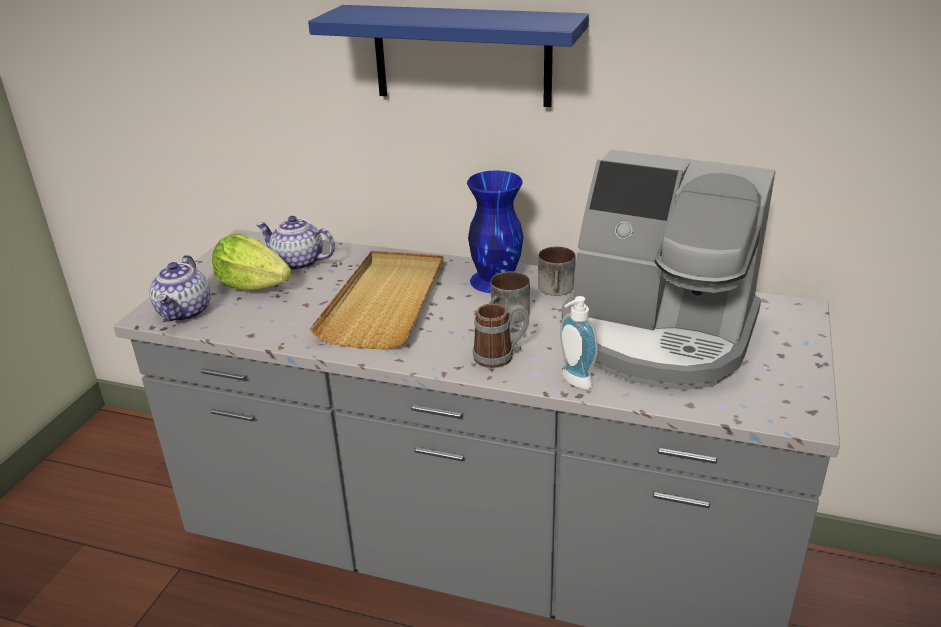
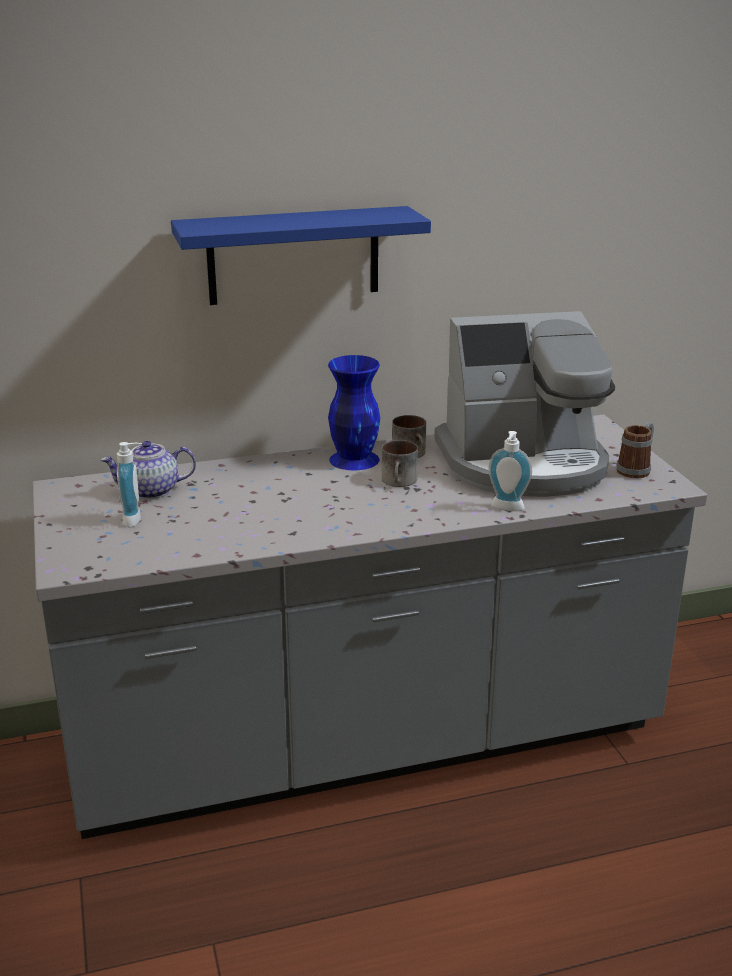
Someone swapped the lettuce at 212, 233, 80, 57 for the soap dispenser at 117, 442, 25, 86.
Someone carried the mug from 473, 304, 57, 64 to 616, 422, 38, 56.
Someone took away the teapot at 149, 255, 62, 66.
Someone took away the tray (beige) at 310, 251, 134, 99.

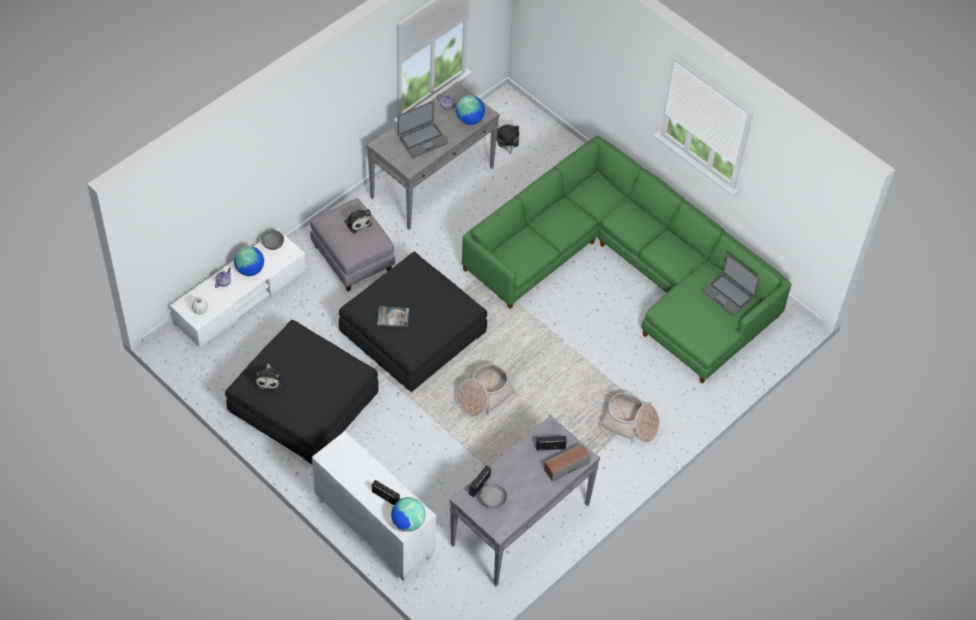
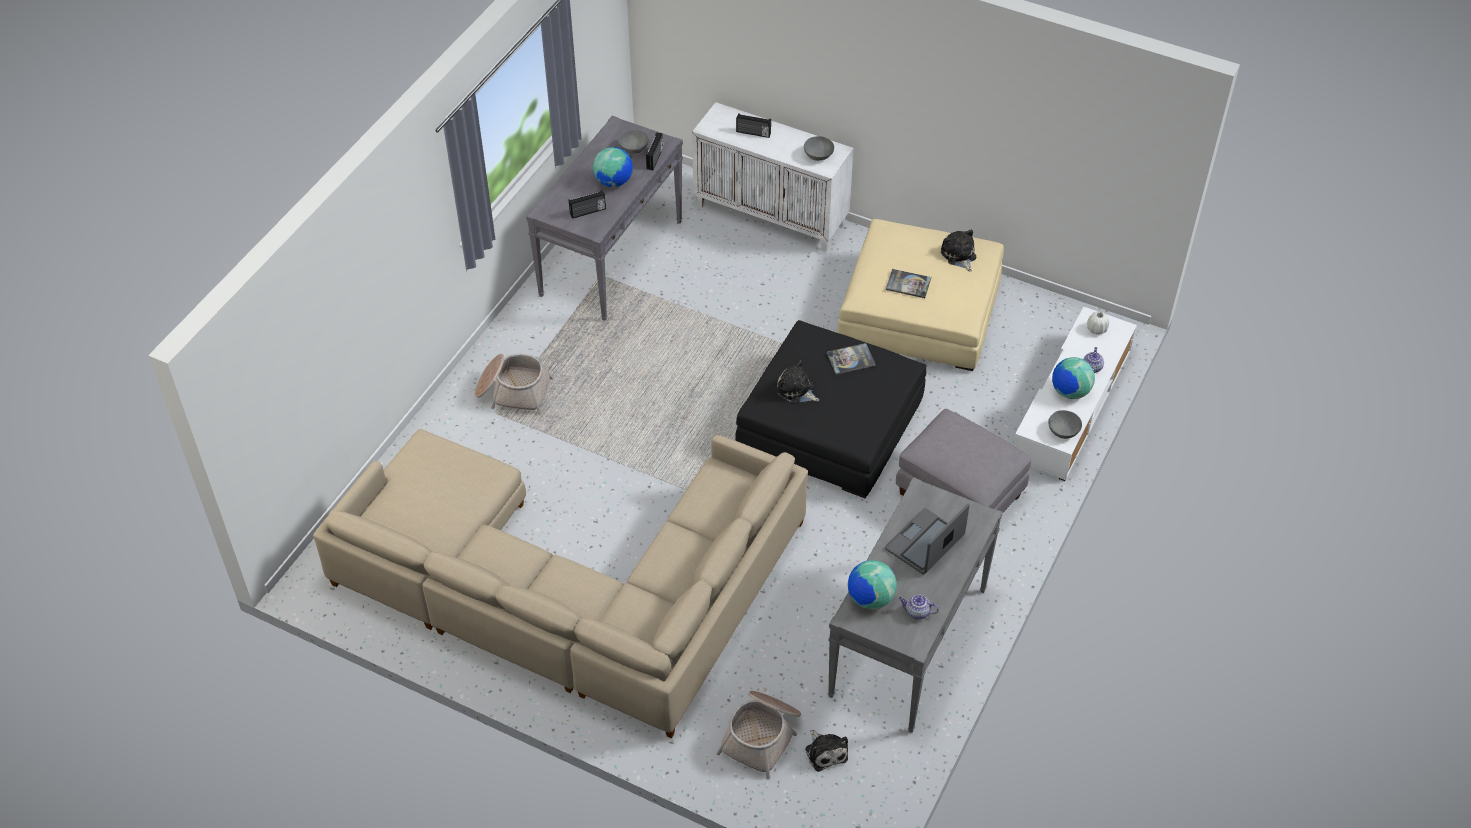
Someone repainted the sofa (green) at 462, 136, 330, 248, which became the sofa (beige) at 313, 429, 495, 310.
Someone carried the globe from 391, 497, 35, 35 to 593, 147, 40, 40.
Someone carried the basket from 456, 364, 61, 53 to 716, 691, 85, 88.
Someone carried the plush toy from 345, 209, 27, 25 to 775, 360, 44, 43.
Someone put down the bowl (grey) at 804, 136, 30, 25.
Someone repainted the ottoman (black) at 225, 320, 154, 144, which became the ottoman (beige) at 837, 219, 167, 152.
Someone put down the book at 886, 269, 45, 29.
Someone took away the speaker at 544, 444, 47, 38.
Someone took away the laptop at 702, 254, 58, 62.

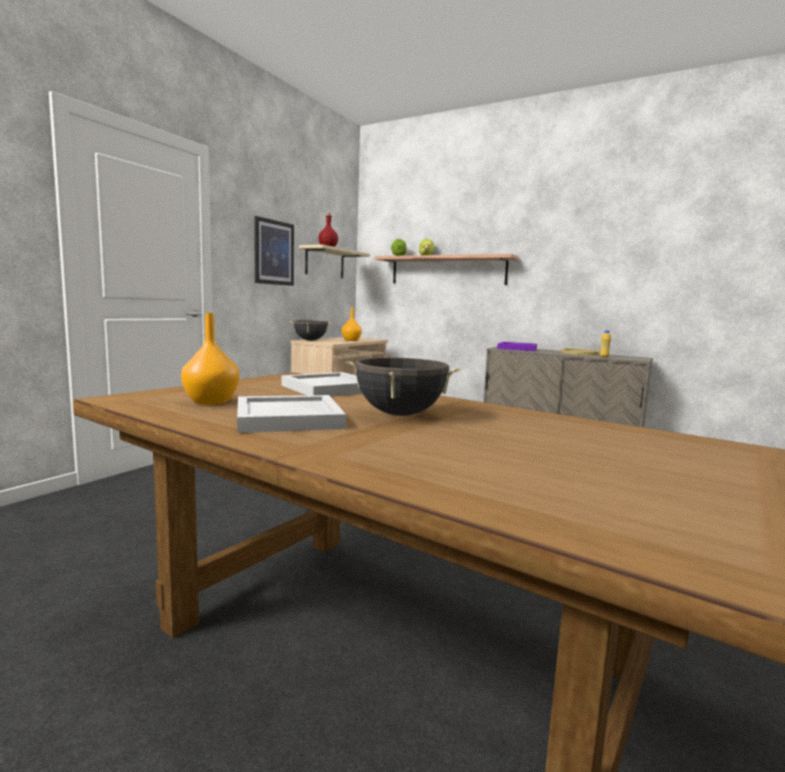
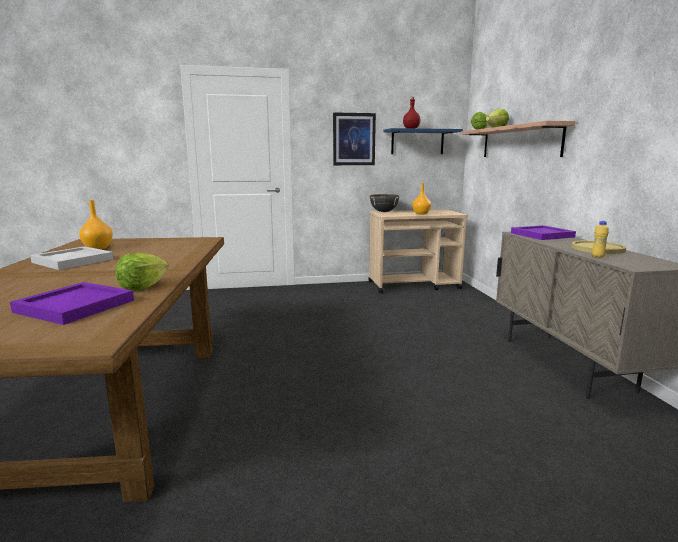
Someone put down the tray (purple) at 10, 282, 124, 43.
Someone put down the lettuce at 115, 253, 53, 38.
Someone repainted the shelf (beige) at 299, 244, 71, 34, which became the shelf (blue) at 383, 128, 80, 26.
Someone took away the tray (white) at 282, 372, 81, 24.
Someone took away the cooking pot (black) at 346, 357, 115, 59.

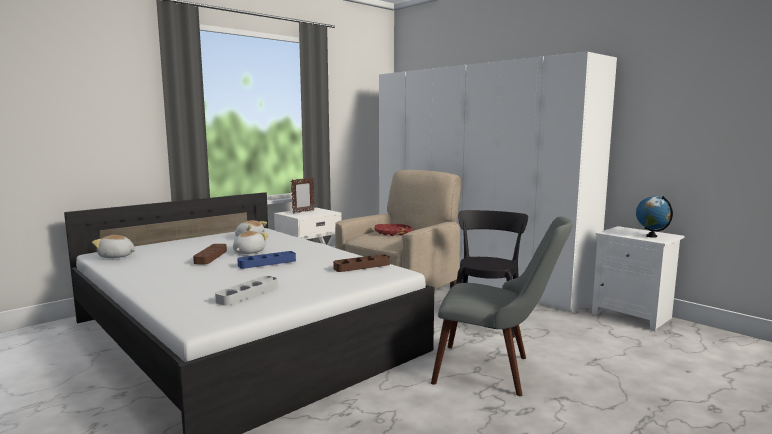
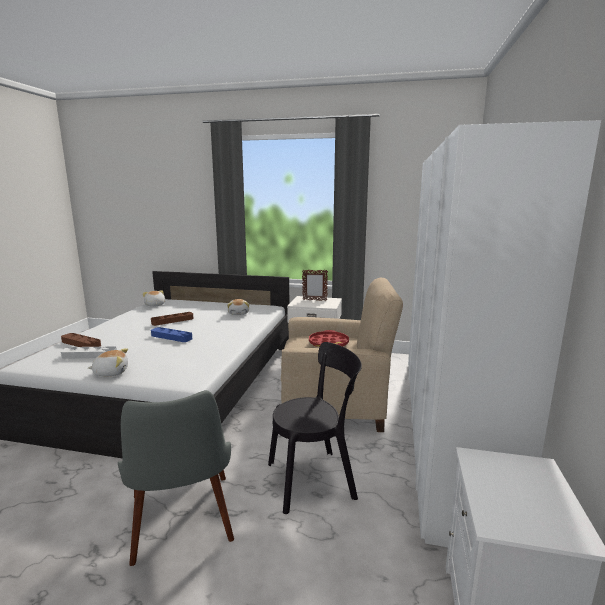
Someone carried the tray (brown) from 333, 254, 57, 18 to 61, 333, 40, 14.
Someone carried the plush toy from 233, 231, 36, 23 to 88, 348, 40, 28.
Someone took away the globe at 636, 196, 37, 42.

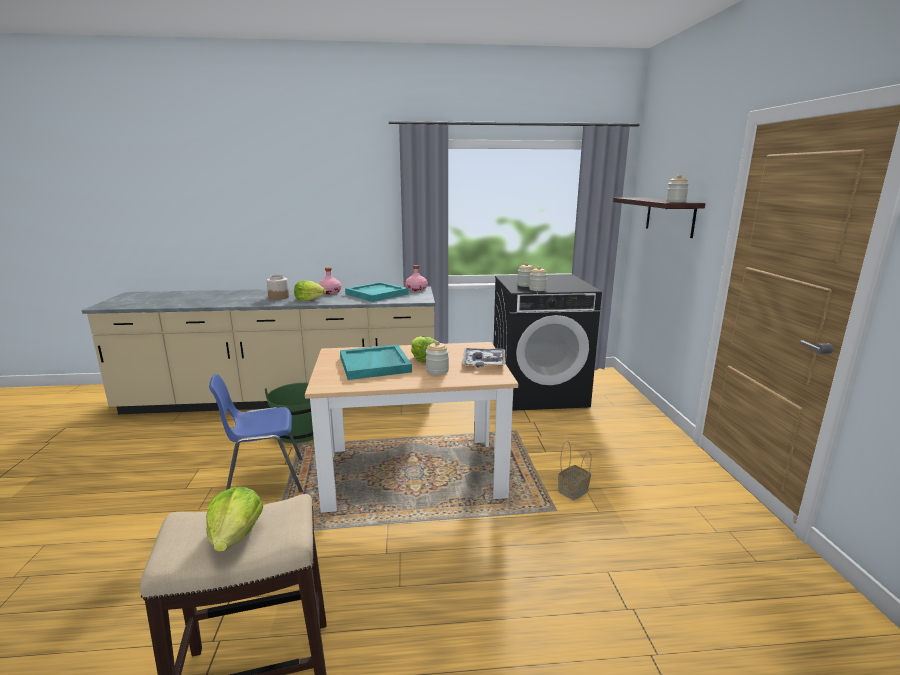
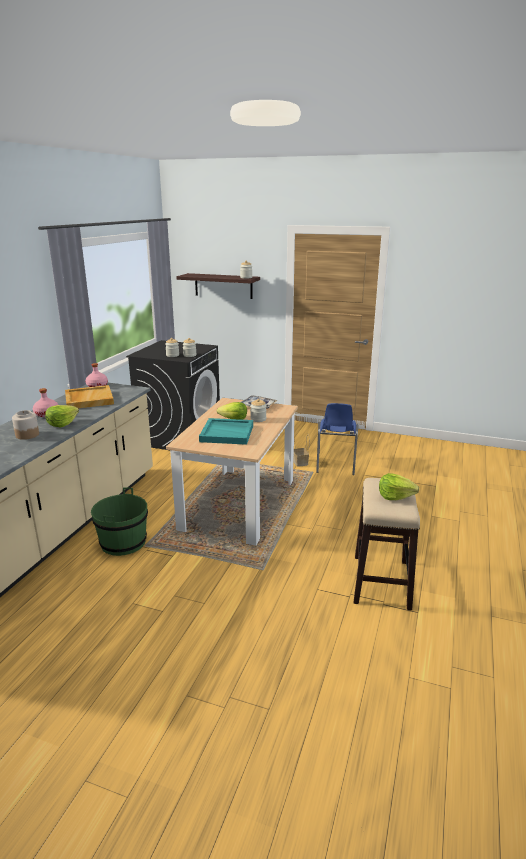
Someone repainted the tray (turquoise) at 345, 282, 63, 20, which became the tray (beige) at 65, 385, 49, 23.
Someone carried the chair (blue) from 209, 373, 94, 119 to 316, 403, 43, 72.

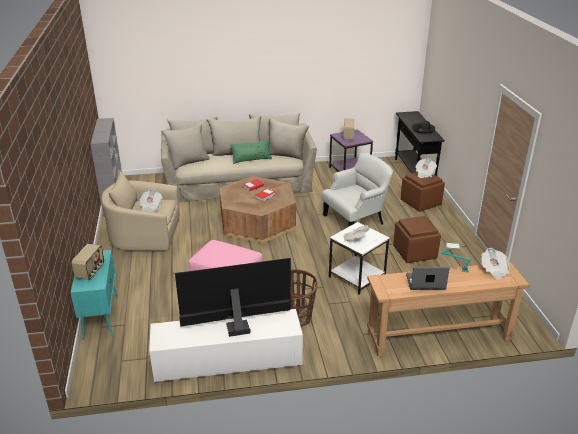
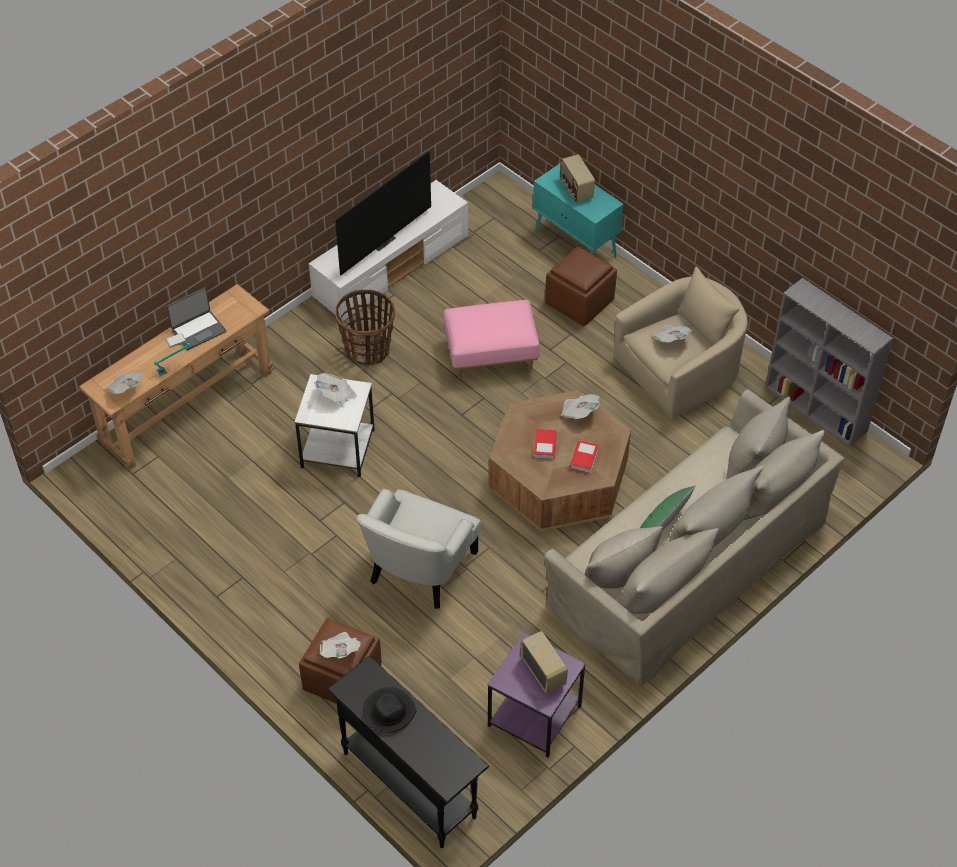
Someone carried the ottoman (brown) from 393, 216, 48, 47 to 545, 246, 72, 80.
Someone put down the newspaper at 561, 394, 38, 25.

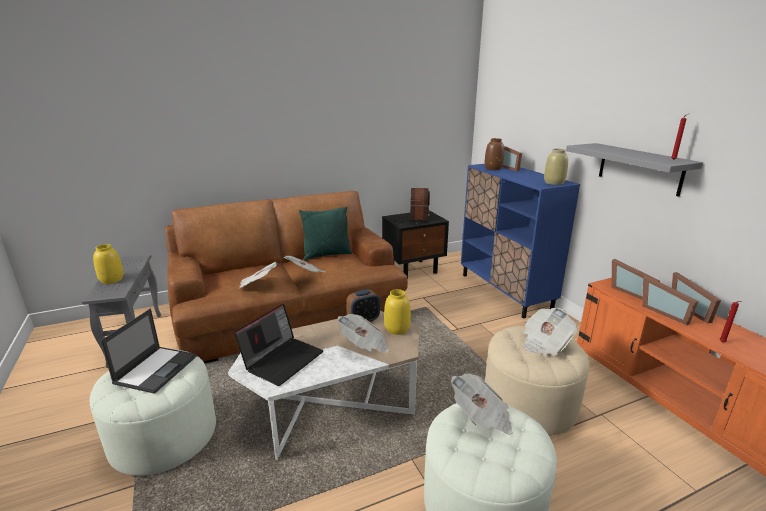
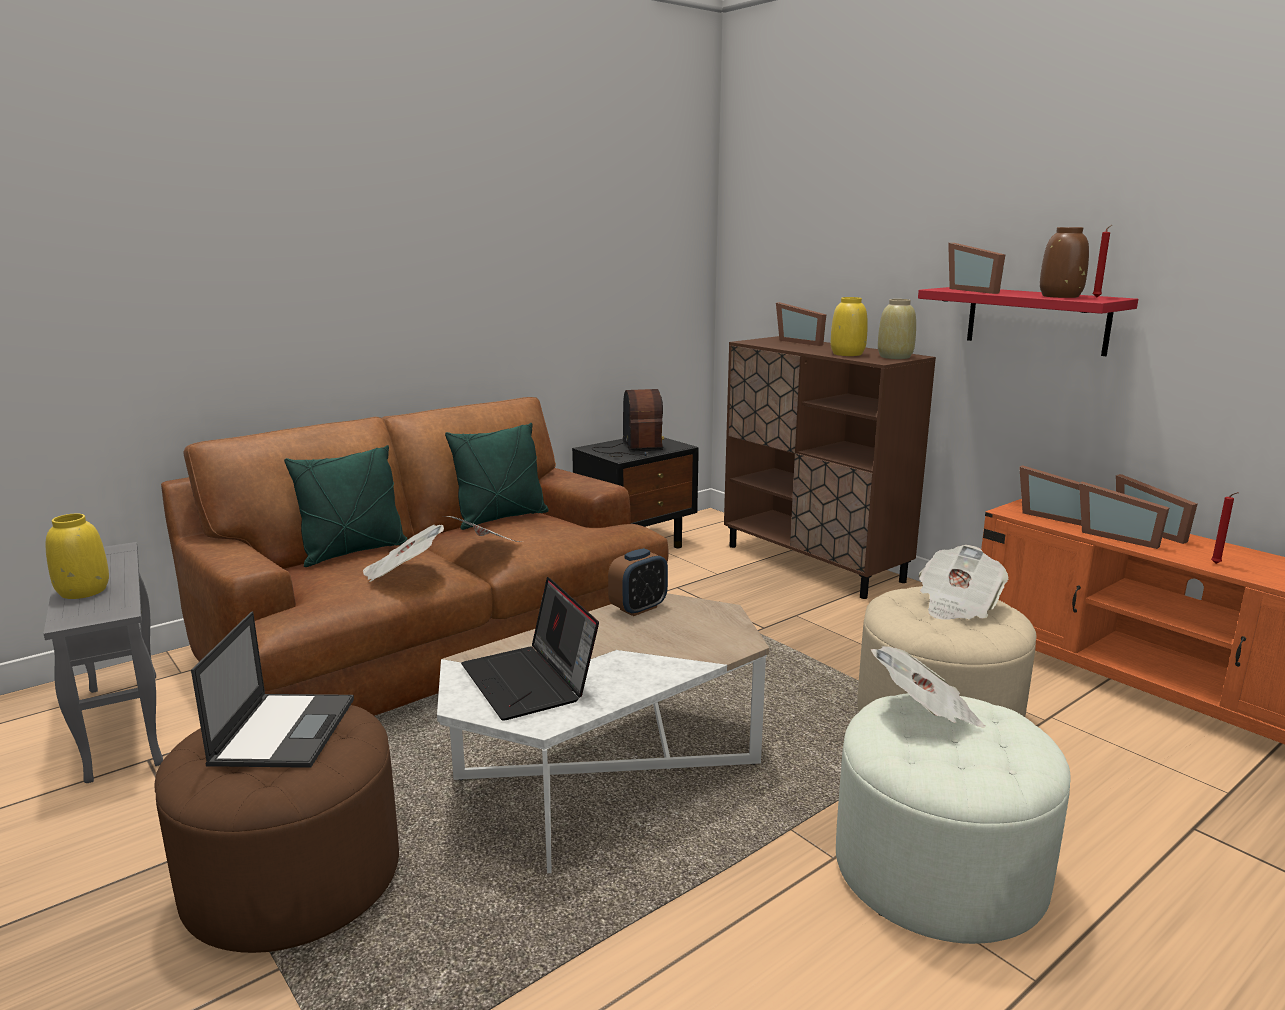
Someone repainted the ottoman (white) at 90, 349, 126, 127, which became the ottoman (brown) at 155, 705, 244, 248.
Someone put down the pillow (green) at 284, 445, 124, 122.
Someone rotated the laptop at 234, 303, 89, 83 by 135 degrees clockwise.
Someone repainted the cabinet (blue) at 461, 164, 119, 154, which became the cabinet (brown) at 724, 336, 212, 263.
Someone carried the vase (yellow) from 384, 289, 27, 46 to 831, 297, 37, 59.
Someone repainted the shelf (grey) at 566, 143, 137, 54, which became the shelf (red) at 918, 287, 220, 69.
Someone put down the picture frame at 948, 243, 57, 51.
Someone carried the vase (brown) from 485, 138, 19, 32 to 1040, 227, 49, 71.
Someone took away the newspaper at 337, 314, 52, 39.

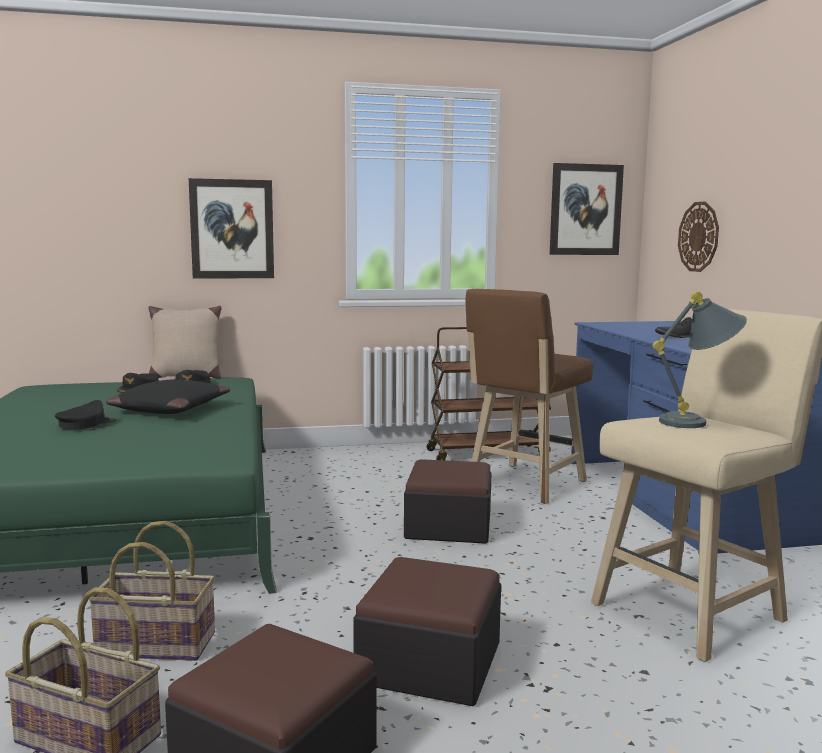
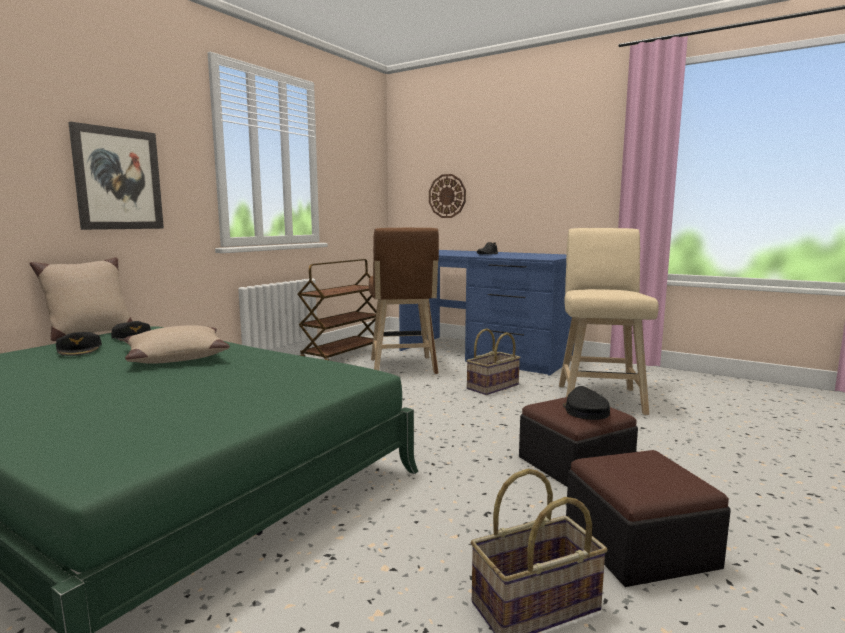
Someone repainted the pillow (black) at 106, 380, 124, 34, which became the pillow (beige) at 124, 325, 106, 39.
Someone carried the basket from 89, 521, 126, 140 to 466, 328, 55, 67.
Someone carried the cap (black) from 55, 400, 61, 29 to 563, 386, 47, 34.
Someone took away the ottoman at 404, 459, 87, 85.
Someone took away the picture at 550, 163, 74, 92.
Someone took away the table lamp (grey) at 653, 292, 94, 136.

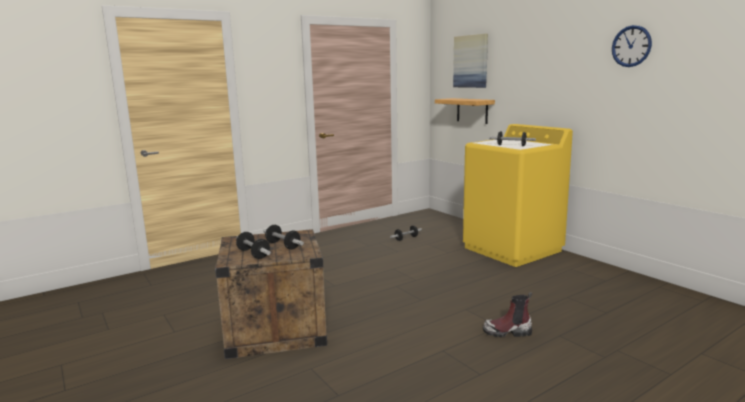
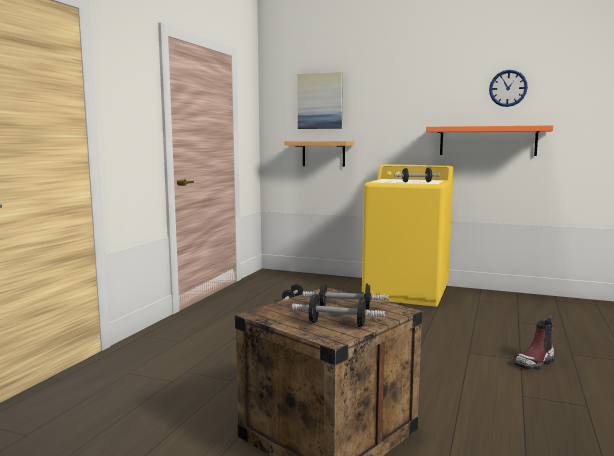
Someone put up the shelf (orange) at 426, 125, 127, 31.

